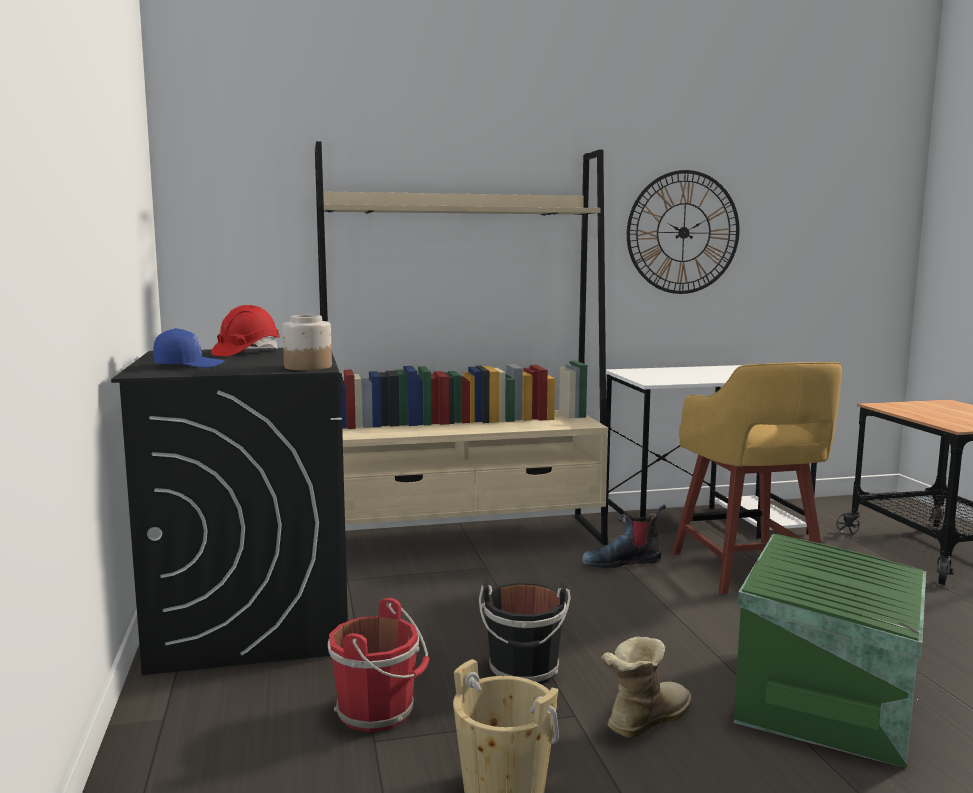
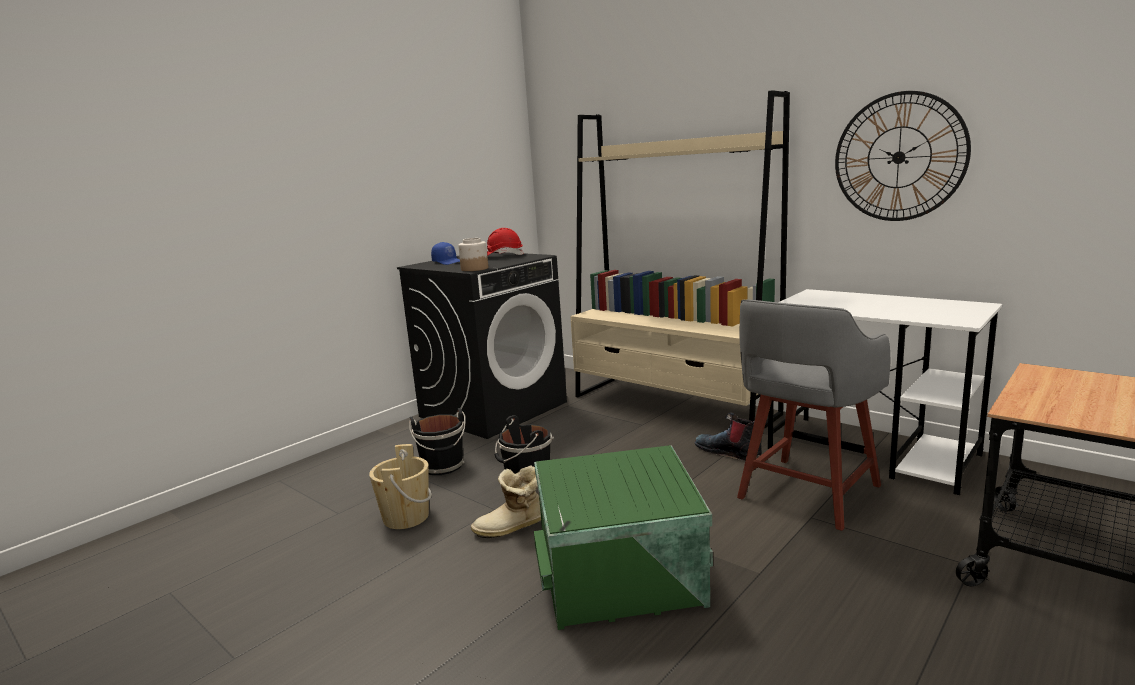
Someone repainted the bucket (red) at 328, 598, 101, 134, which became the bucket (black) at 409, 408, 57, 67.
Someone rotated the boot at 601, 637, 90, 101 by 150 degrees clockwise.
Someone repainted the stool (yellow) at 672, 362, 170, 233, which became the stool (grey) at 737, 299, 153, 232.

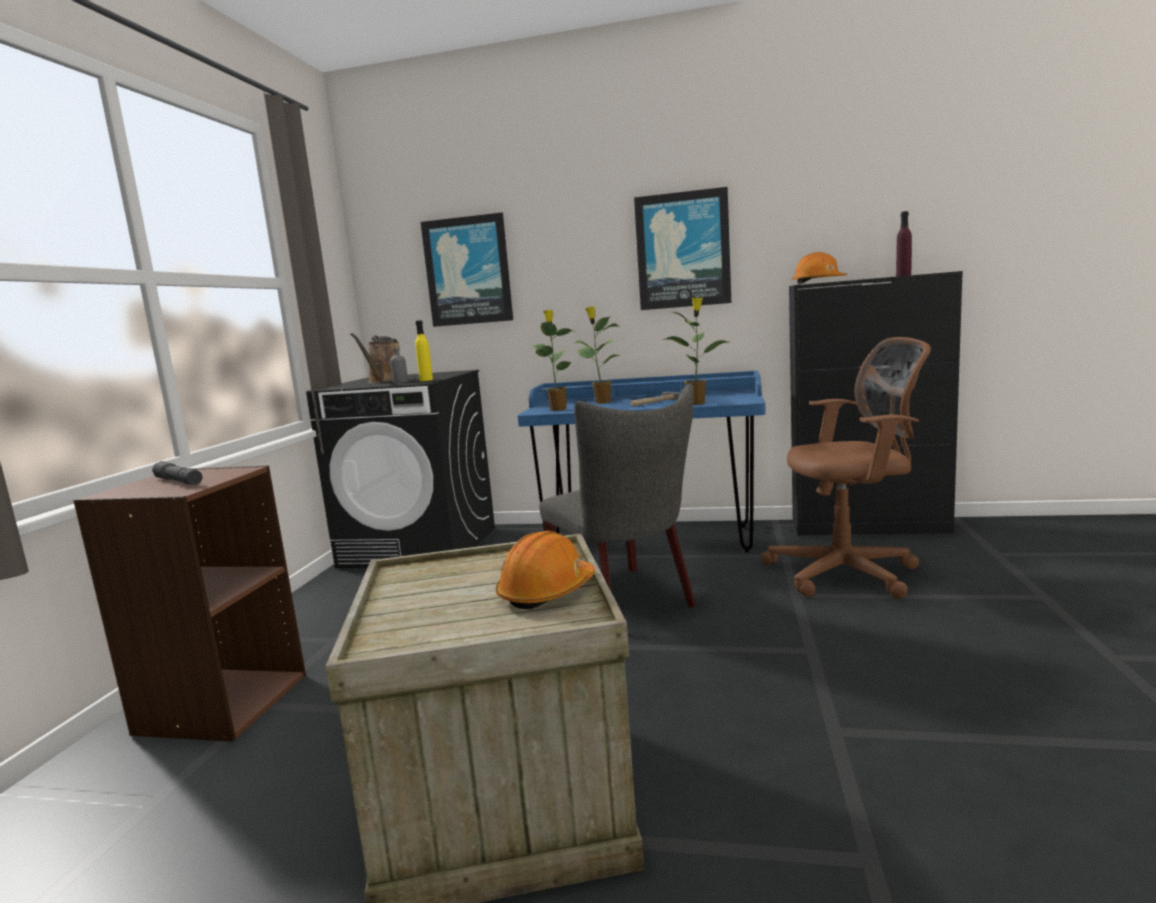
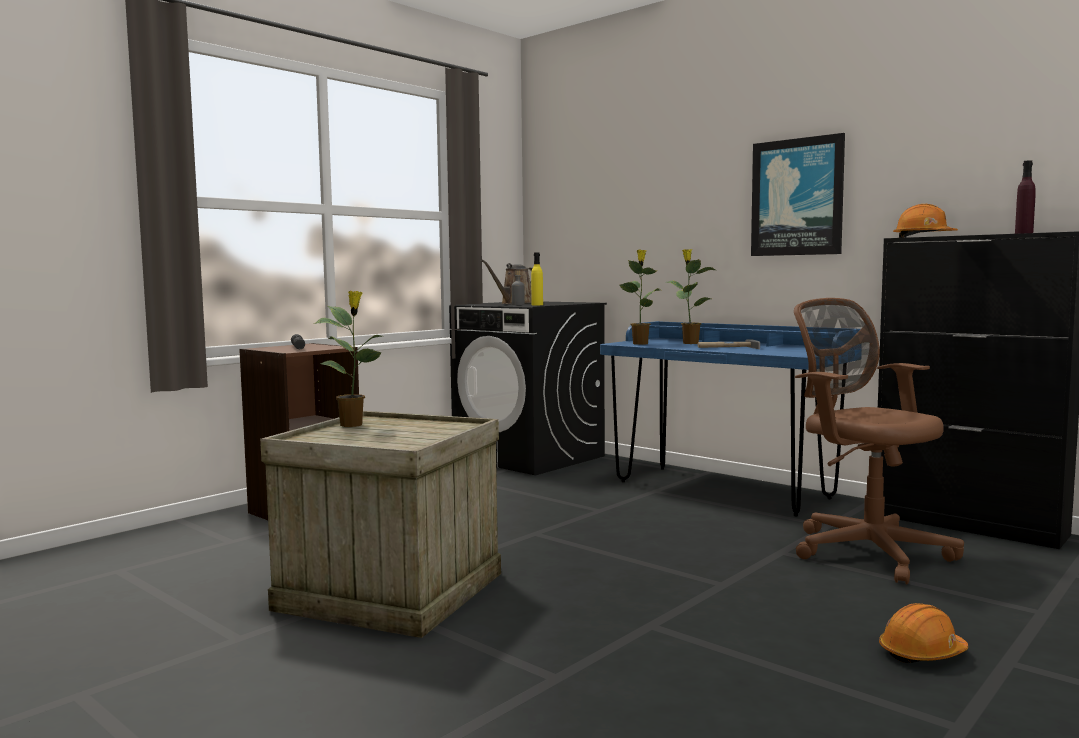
Someone carried the potted plant from 663, 297, 65, 108 to 314, 291, 68, 136.
Someone rotated the office chair (brown) at 761, 337, 170, 262 by 150 degrees counterclockwise.
Someone carried the hard hat (orange) from 496, 531, 99, 79 to 879, 603, 89, 60.
Someone took away the picture at 421, 213, 92, 114.
Someone took away the chair (grey) at 539, 383, 157, 224.

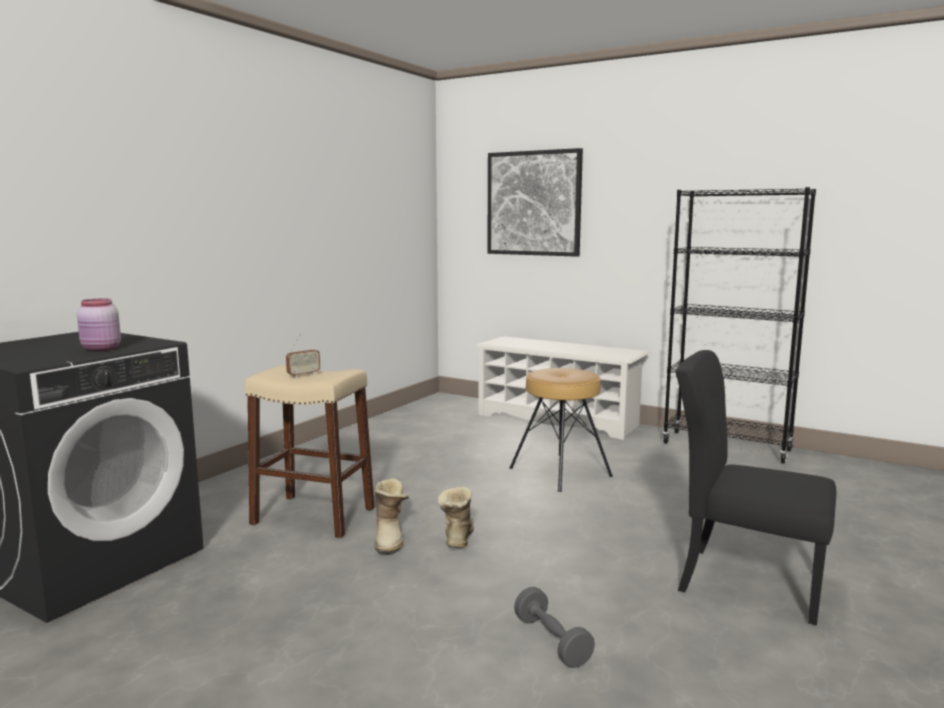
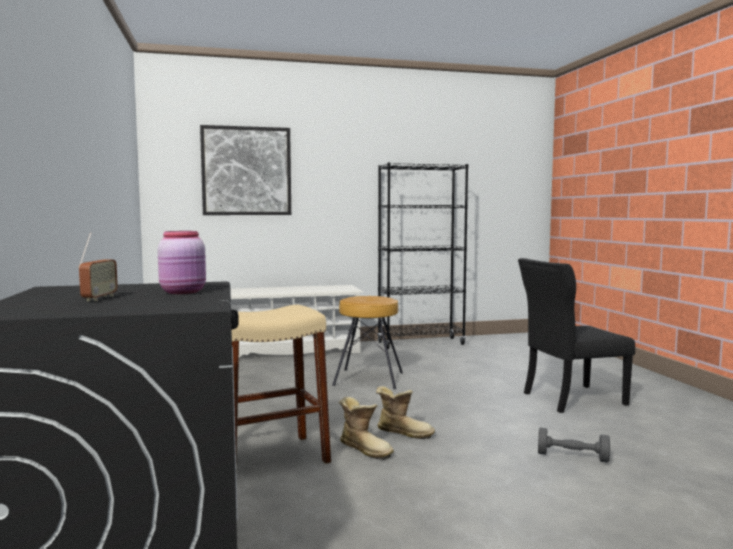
Someone carried the radio from 286, 333, 34, 44 to 78, 233, 40, 68.
Someone rotated the boot at 437, 487, 37, 61 by 150 degrees clockwise.

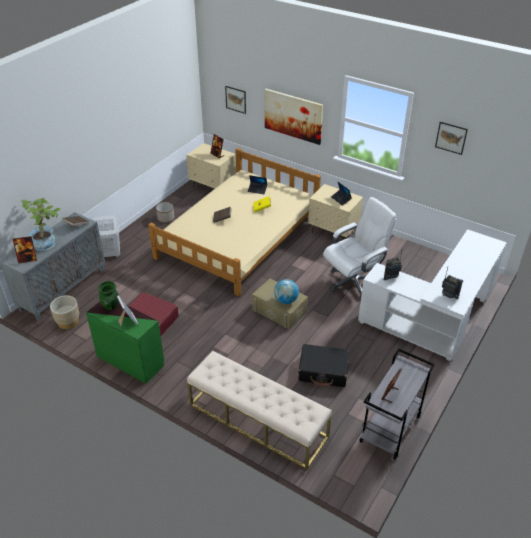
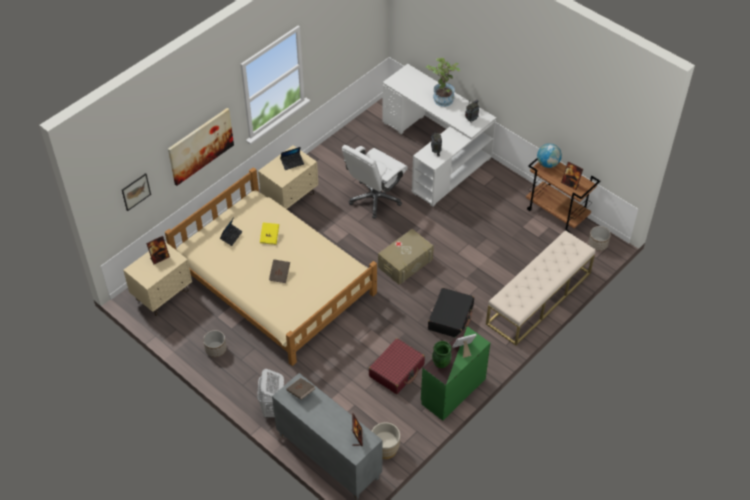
Someone rotated the office chair (white) at 323, 197, 74, 102 by 120 degrees counterclockwise.
Someone carried the potted plant from 21, 198, 40, 53 to 426, 58, 34, 49.
Someone carried the suitcase (black) from 298, 344, 51, 43 to 428, 288, 46, 49.
Someone repainted the cart (grey) at 360, 349, 75, 111, which became the cart (brown) at 526, 158, 74, 75.
Someone carried the globe from 274, 279, 25, 25 to 537, 143, 25, 25.
Someone put down the planter at 588, 226, 23, 25.
Someone took away the picture at 435, 122, 33, 33.

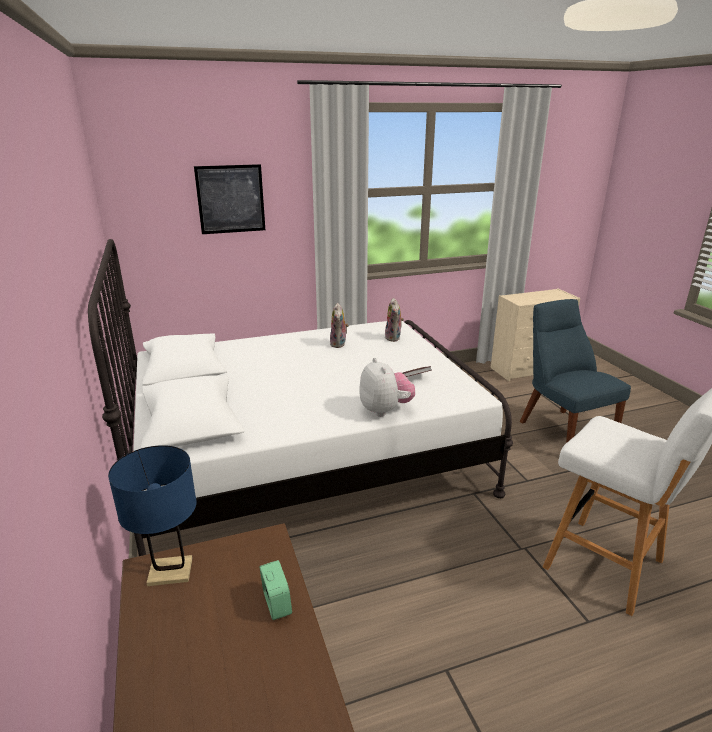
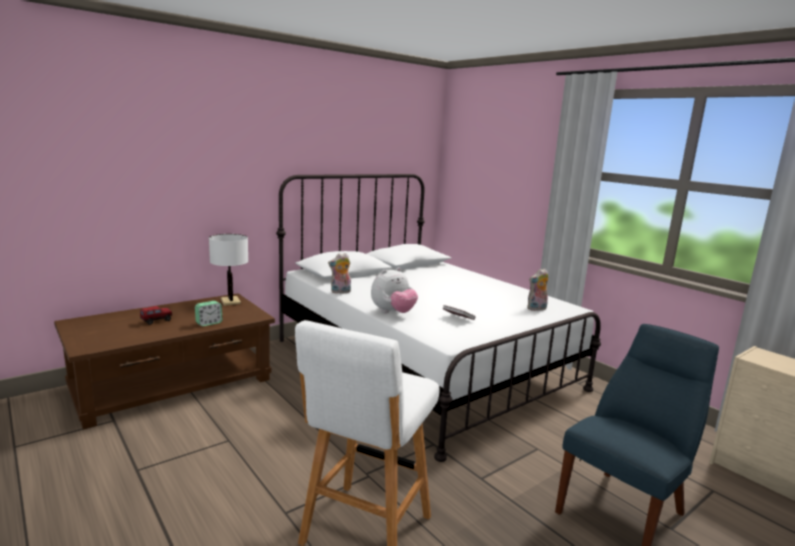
Someone put down the toy truck at 140, 306, 32, 19.
Someone repainted the table lamp (blue) at 108, 445, 89, 141, which became the table lamp (white) at 209, 234, 39, 72.
Someone carried the plush toy from 330, 303, 19, 45 to 328, 253, 23, 41.
Someone took away the picture at 194, 164, 71, 70.

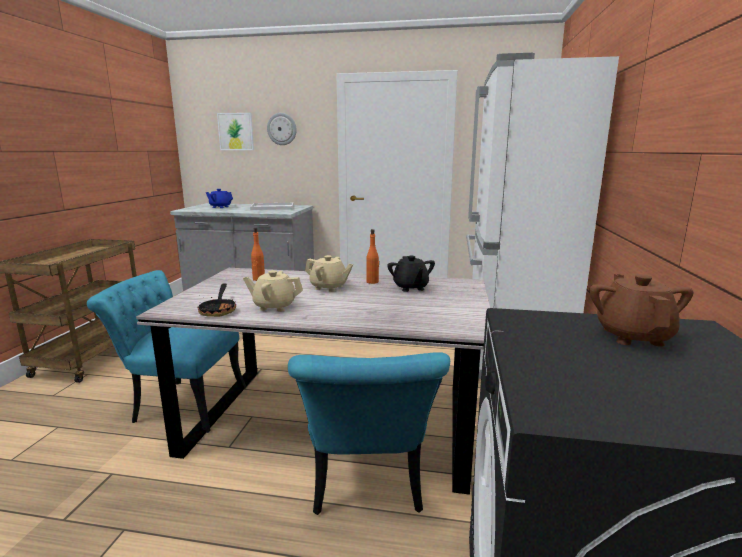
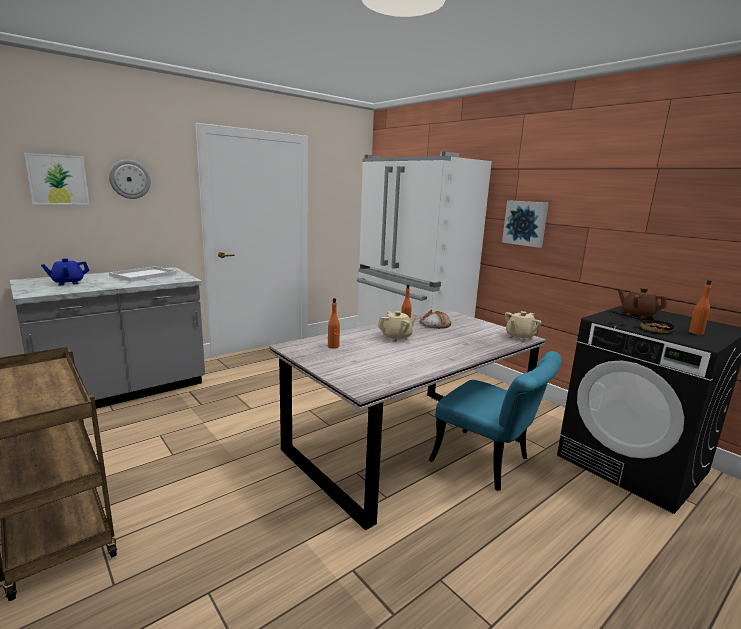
Someone swapped the teapot (black) at 387, 256, 48, 36 for the bread at 420, 309, 31, 20.
Someone put up the picture at 502, 200, 47, 48.
Someone carried the teapot (beige) from 243, 270, 60, 42 to 505, 311, 37, 30.
Someone carried the frying pan from 197, 283, 39, 34 to 611, 311, 64, 22.
Someone put down the bottle (orange) at 689, 280, 23, 55.
Someone took away the chair (turquoise) at 87, 270, 159, 163.

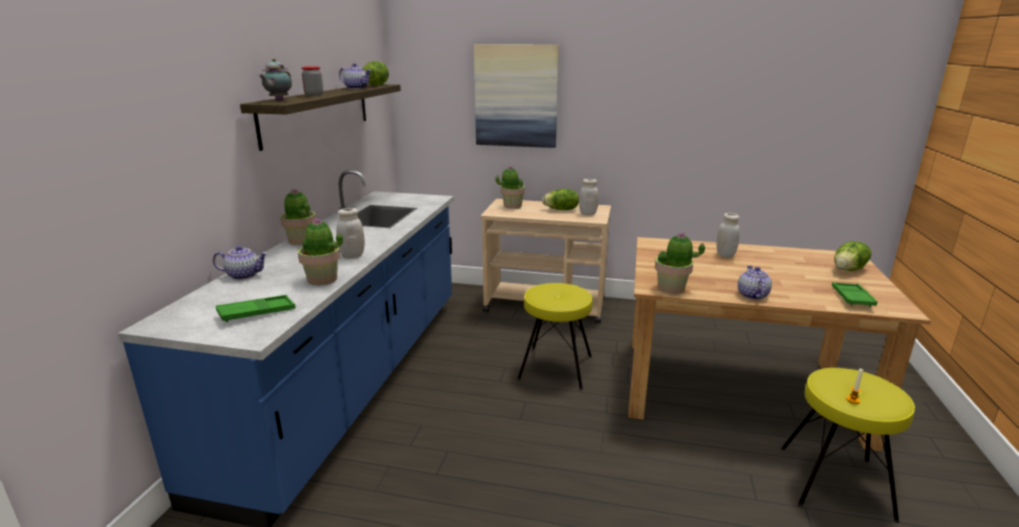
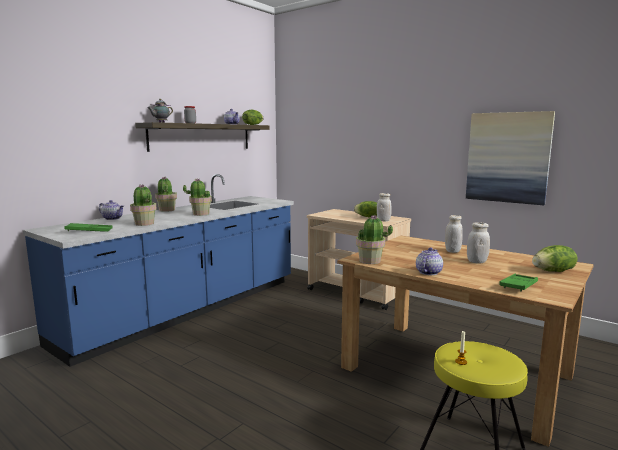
Someone carried the potted plant from 495, 166, 30, 43 to 183, 178, 29, 38.
Someone carried the picture from 474, 44, 85, 104 to 466, 111, 89, 94.
Someone carried the jar (white) from 336, 208, 29, 50 to 467, 222, 23, 41.
Someone took away the stool (yellow) at 517, 283, 76, 107.

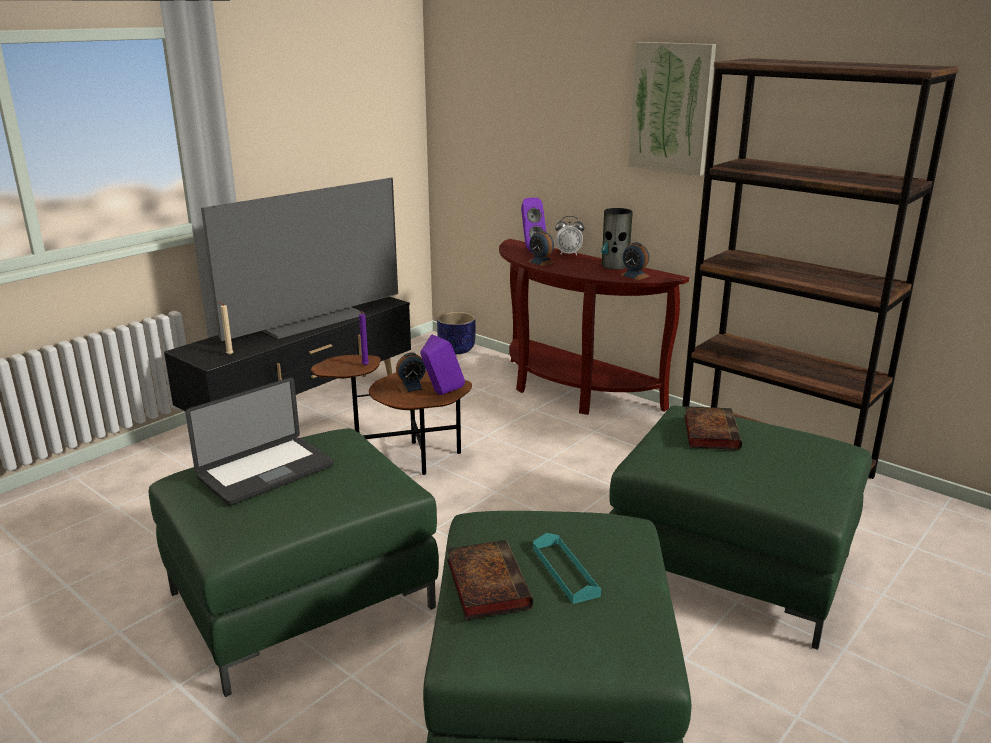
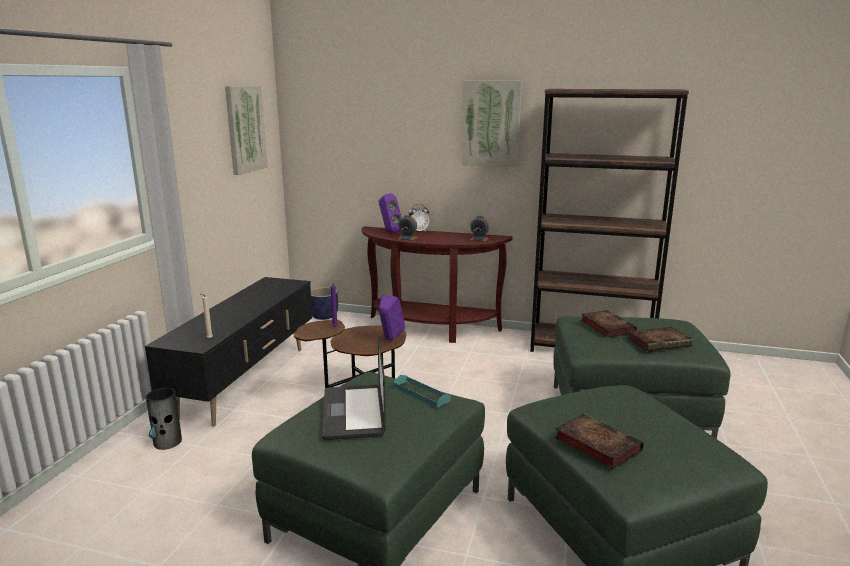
Someone carried the vase from 601, 208, 32, 62 to 146, 388, 36, 62.
Someone put up the picture at 225, 86, 43, 89.
Someone rotated the laptop at 185, 377, 149, 128 by 150 degrees clockwise.
Someone carried the tray (turquoise) from 533, 533, 68, 71 to 394, 375, 56, 33.
Someone put down the book at 627, 327, 66, 24.
Someone took away the television at 201, 178, 197, 163.
Someone took away the alarm clock at 396, 352, 31, 41.

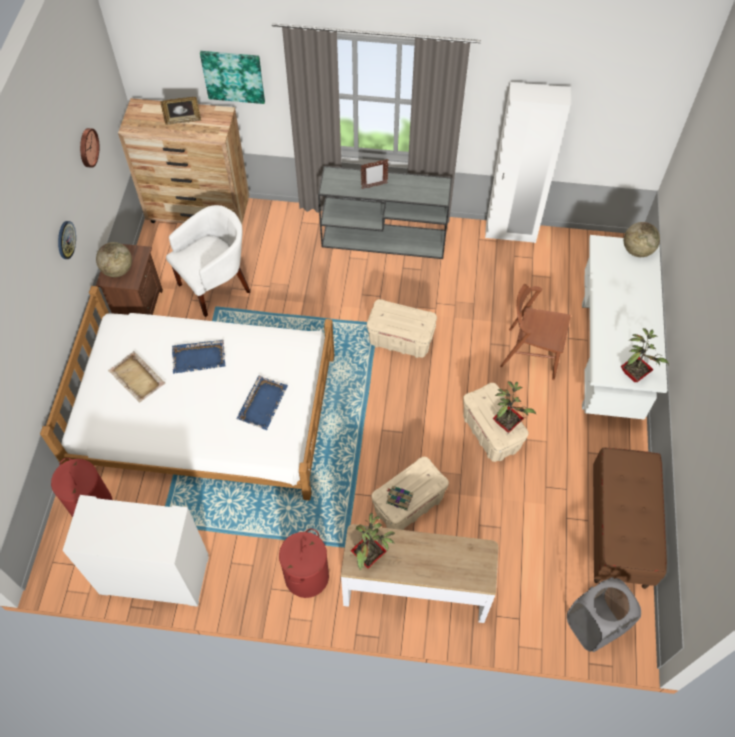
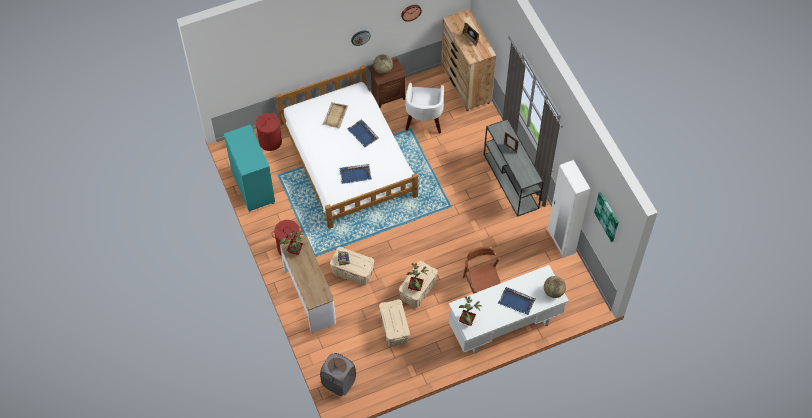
Someone repainted the cabinet (white) at 63, 495, 146, 112, which became the cabinet (turquoise) at 224, 125, 51, 87.
Someone carried the storage box (beige) from 367, 299, 70, 59 to 379, 299, 31, 48.
Someone rotated the armchair (white) at 166, 205, 84, 112 by 75 degrees clockwise.
Someone put down the tray (blue) at 498, 287, 37, 28.
Someone carried the picture from 200, 51, 65, 53 to 594, 192, 25, 50.
Someone took away the bench (brown) at 593, 448, 74, 141.

